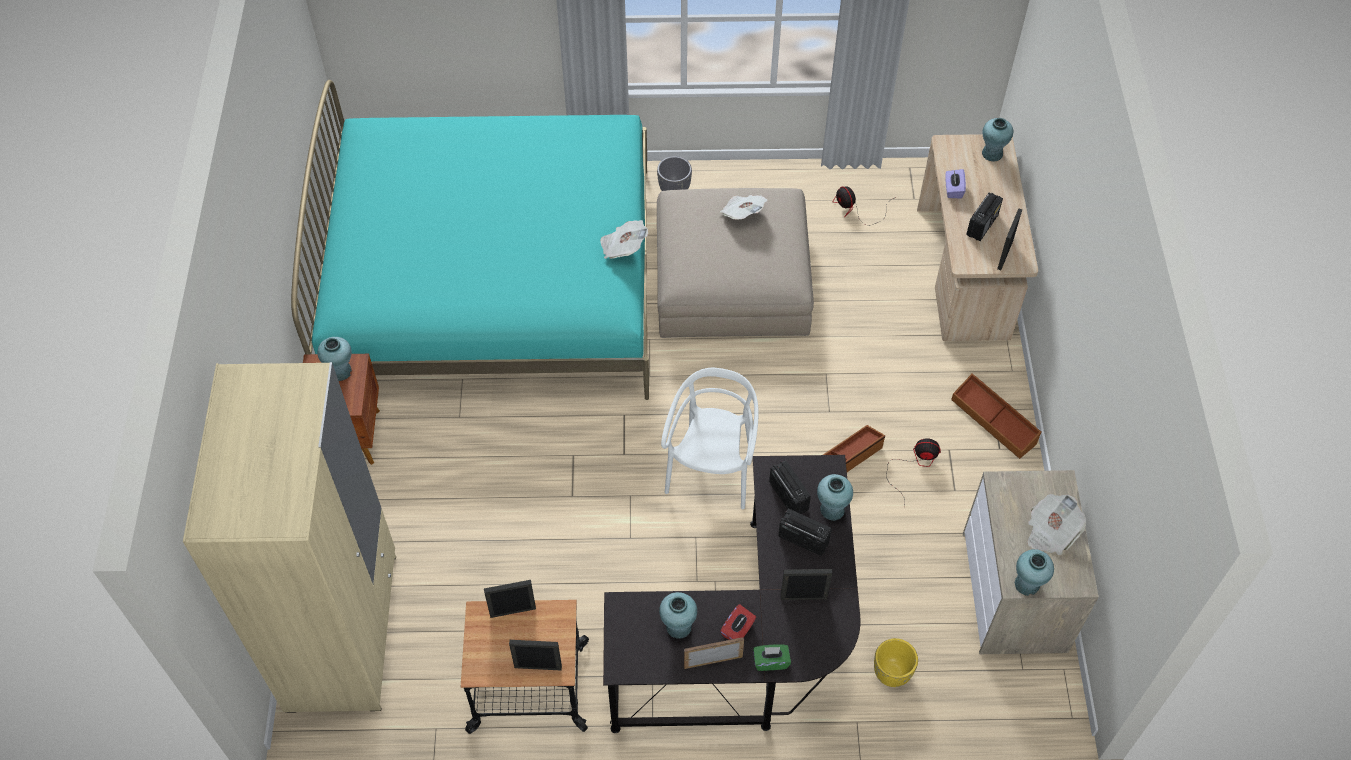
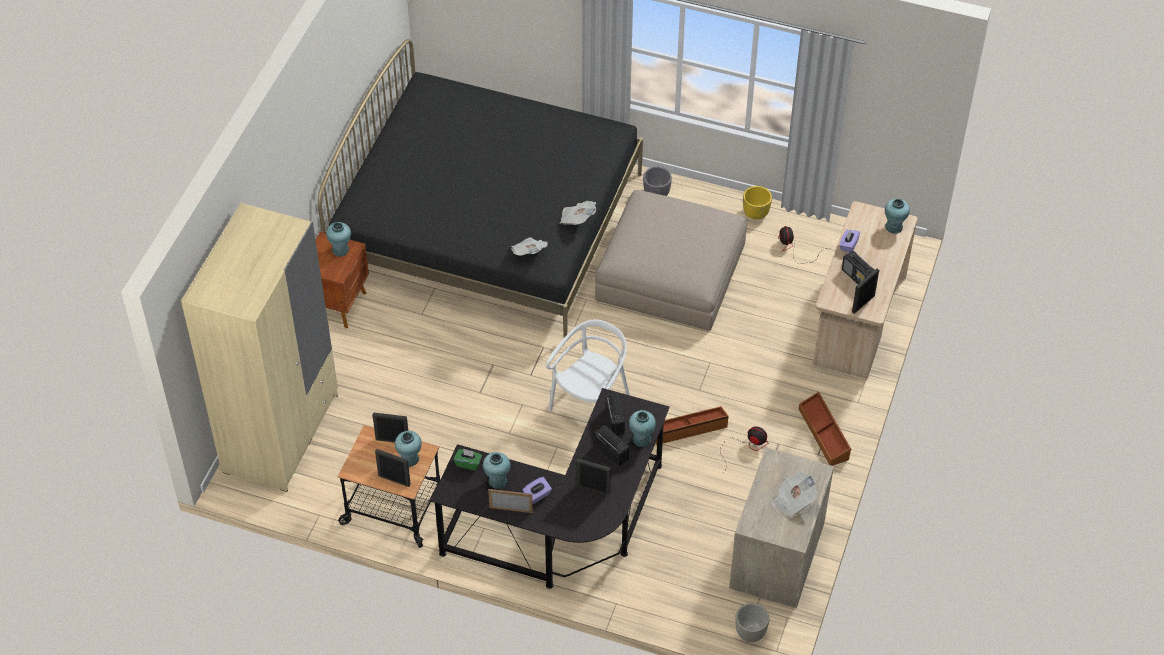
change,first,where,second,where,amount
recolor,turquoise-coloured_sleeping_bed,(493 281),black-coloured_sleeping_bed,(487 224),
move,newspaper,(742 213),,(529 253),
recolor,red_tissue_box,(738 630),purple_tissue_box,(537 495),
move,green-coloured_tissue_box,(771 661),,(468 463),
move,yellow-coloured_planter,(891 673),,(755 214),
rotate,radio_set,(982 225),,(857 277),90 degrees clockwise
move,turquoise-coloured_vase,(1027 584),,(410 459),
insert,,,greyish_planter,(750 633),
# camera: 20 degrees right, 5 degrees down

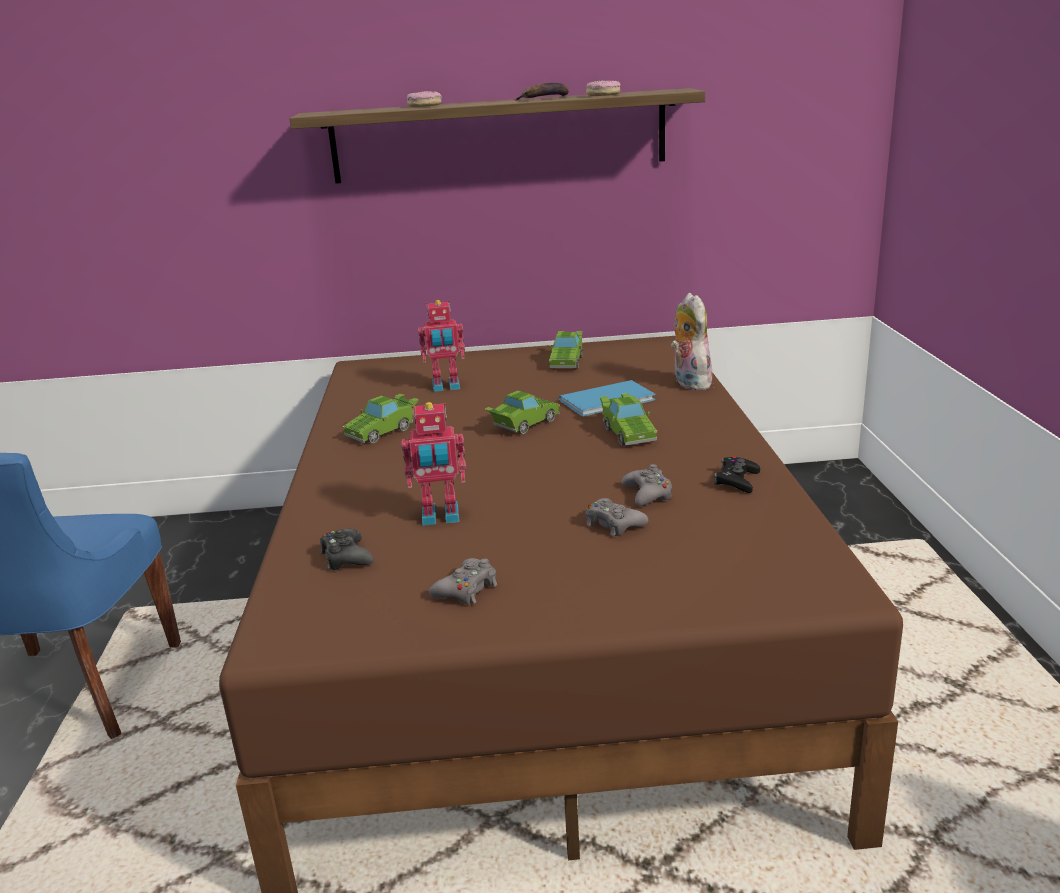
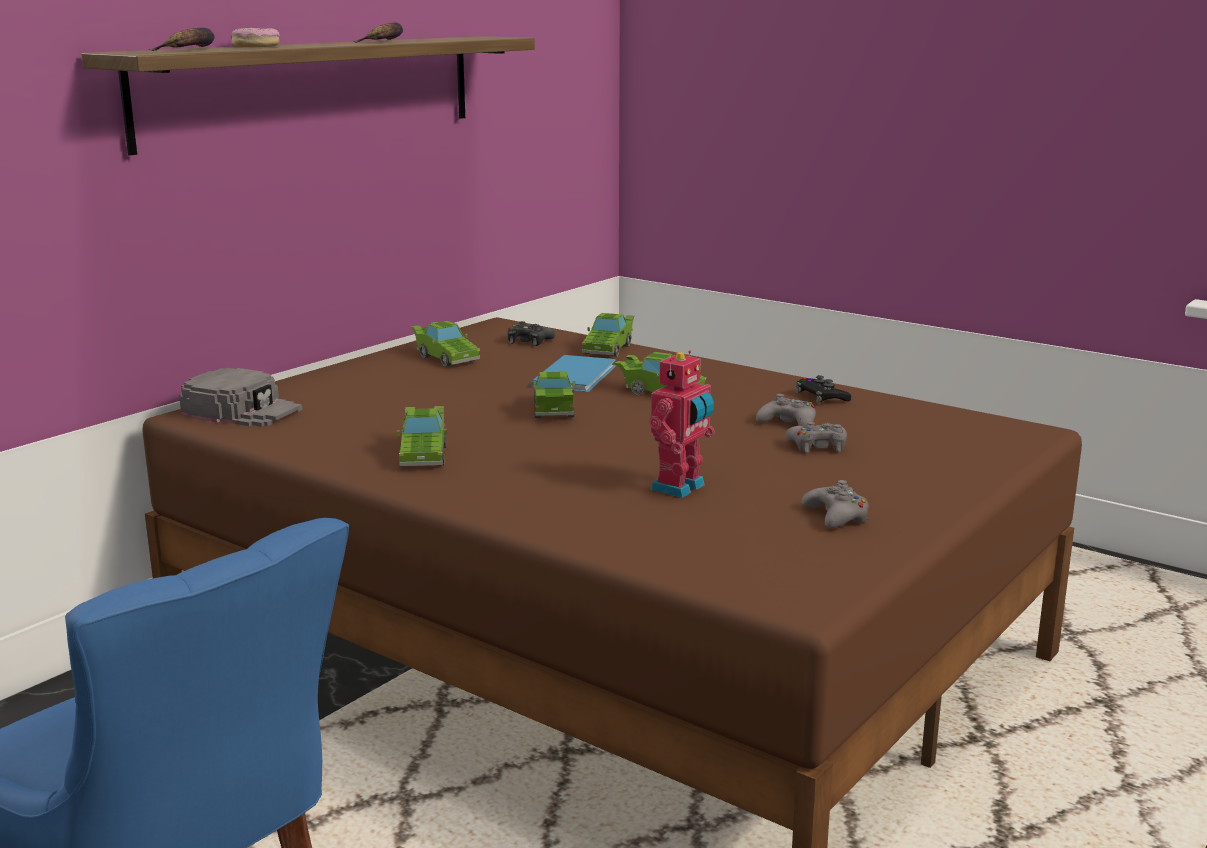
change,first,where,second,where,amount
move,black-coloured_joypad,(346 557),,(529 341),
delete,robot_figure,(446 387),,,
delete,donut,(603 95),,,
replace,soft_toy,(688 383),green-coloured_model_car,(609 348),
insert,,,banana,(190 49),
insert,,,greyish_cap,(243 410),
# camera: 50 degrees left, 5 degrees down

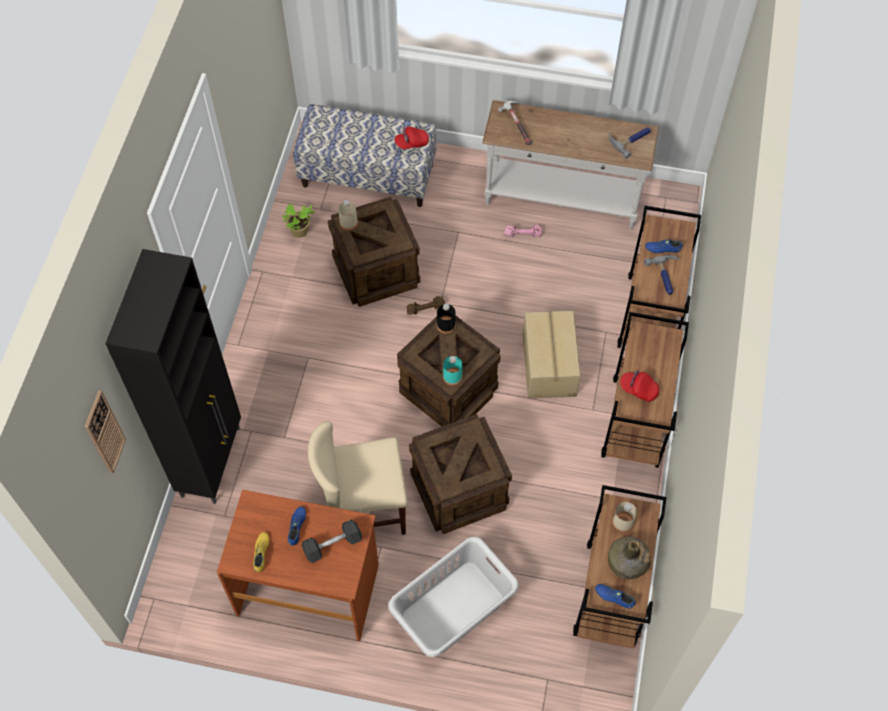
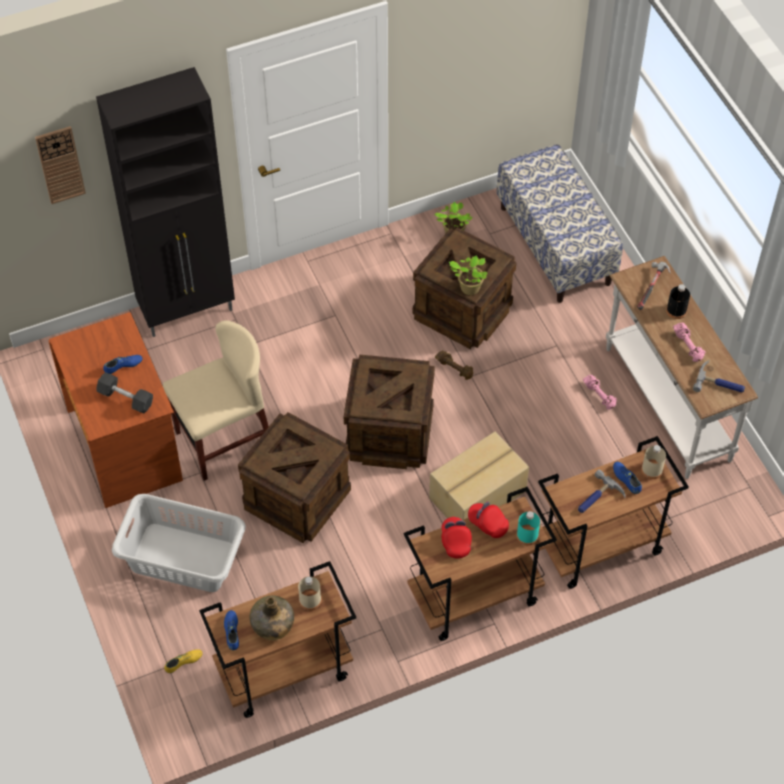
change,first,where,second,where,amount
move,yellow-coloured_item_of_footwear,(261 553),,(183 663),
rotate,beige_plain_chair,(363 510),,(224 440),105 degrees clockwise
move,beige_bottle,(348 223),,(652 470),
move,red_cap,(411 143),,(488 524),
move,black-coloured_bottle,(446 325),,(676 310),
move,turquoise-coloured_bottle,(452 377),,(527 535),
insert,,,houseplant,(468 288),
insert,,,pinkish_hand_weight,(688 346),
# camera: 55 degrees right, 5 degrees down

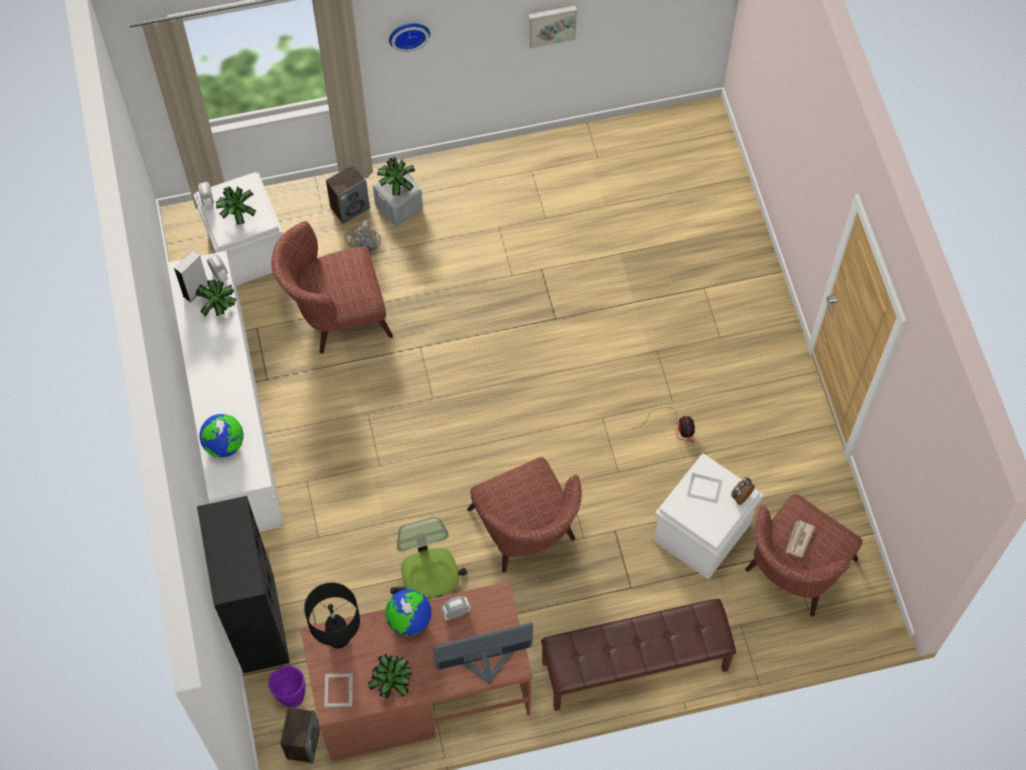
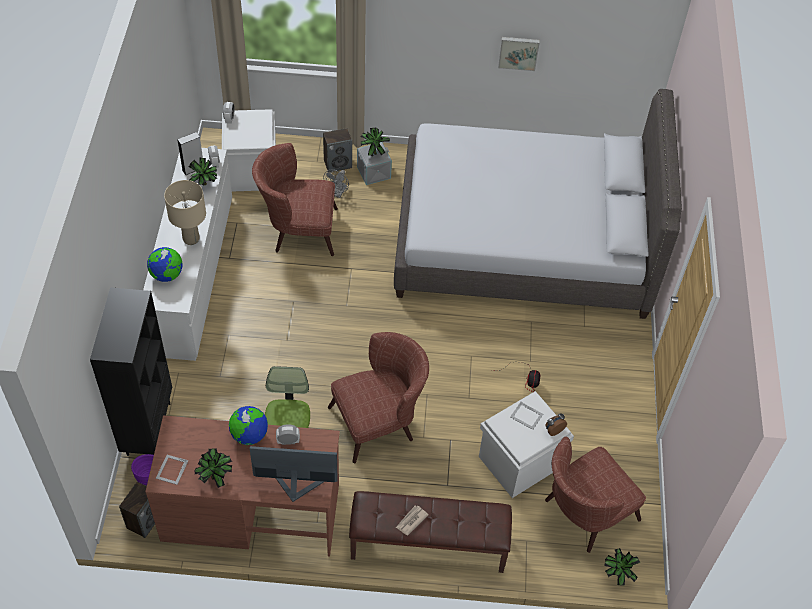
change,first,where,second,where,amount
move,houseplant,(237 215),,(617 574),
delete,black-coloured_table_lamp,(339 638),,,
delete,clock_on_the_wall,(408 33),,,
rotate,brown-coloured_lounge_chair,(526 534),,(380 421),105 degrees counterclockwise
move,newspaper,(799 539),,(411 521),
insert,,,beige_table_lamp,(191 239),
insert,,,greyish_sleeping_bed,(523 240),
# camera: 15 degrees right, 10 degrees down

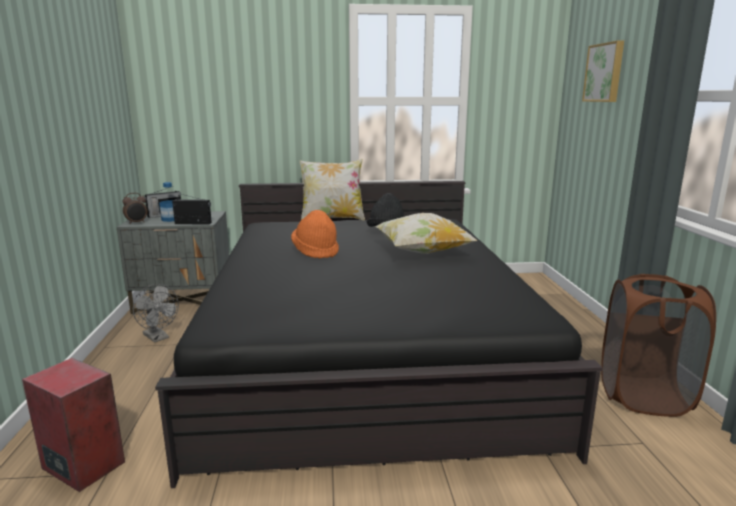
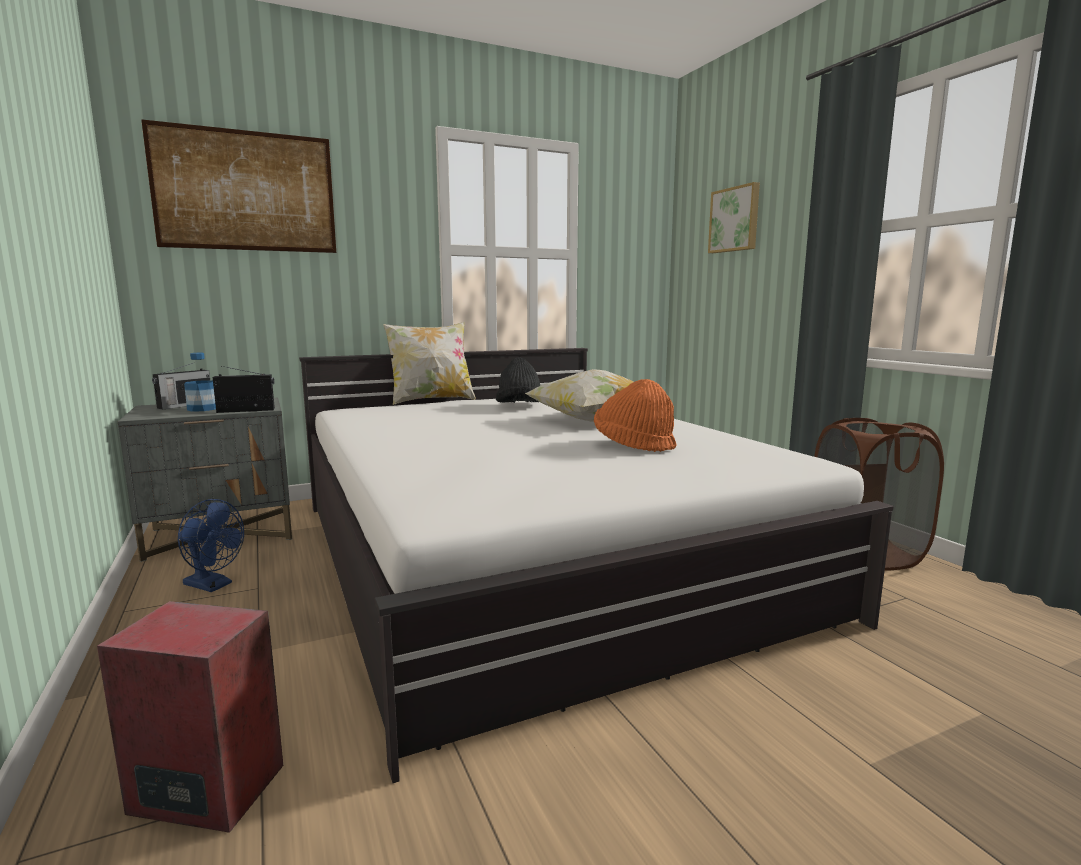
change,first,where,second,where,amount
delete,bedside_clock,(137 223),,,
recolor,greyish_cooling_fan,(158 338),bluish_cooling_fan,(213 585),
recolor,black-coloured_sleeping_bed,(365 348),white-coloured_sleeping_bed,(530 554),
move,orange-coloured_wearable_hat,(316 251),,(633 445),
insert,,,wall_picture,(246 191),
# camera: 20 degrees left, 5 degrees down

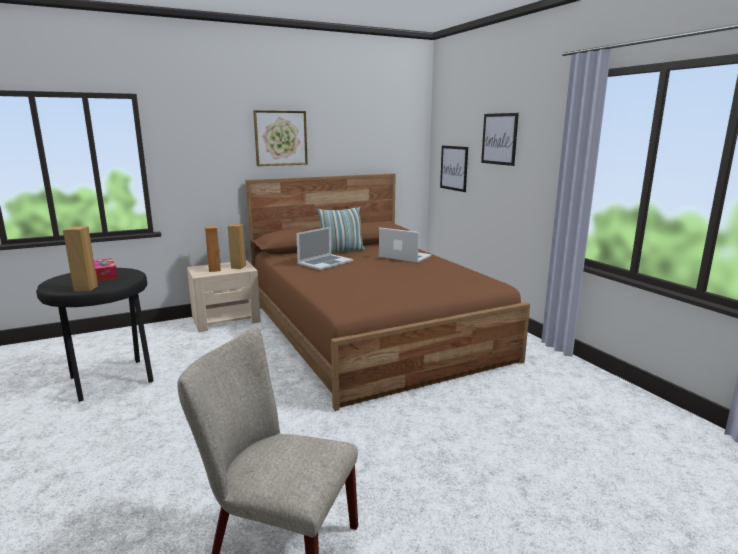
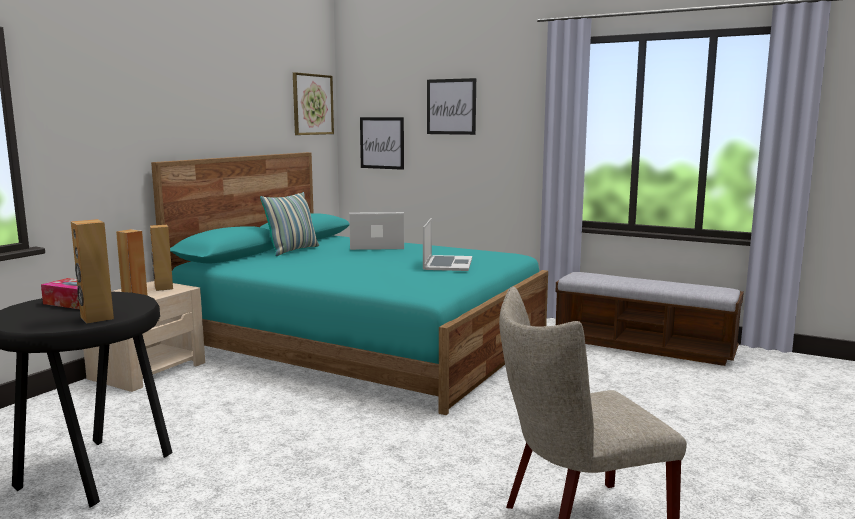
change,first,where,second,where,amount
recolor,brown-coloured_sleeping_bed,(371 331),turquoise-coloured_sleeping_bed,(362 342),
move,wall_picture,(280 138),,(312 104),
move,laptop,(325 262),,(447 264),
insert,,,indoor_bench,(643 346),
# camera: 35 degrees left, 5 degrees down

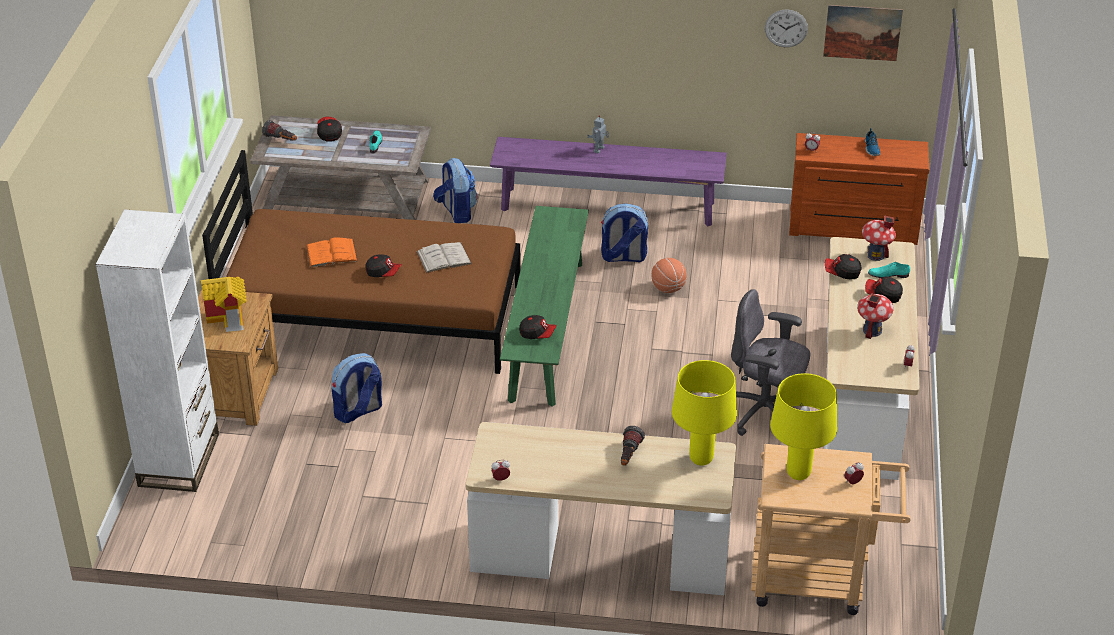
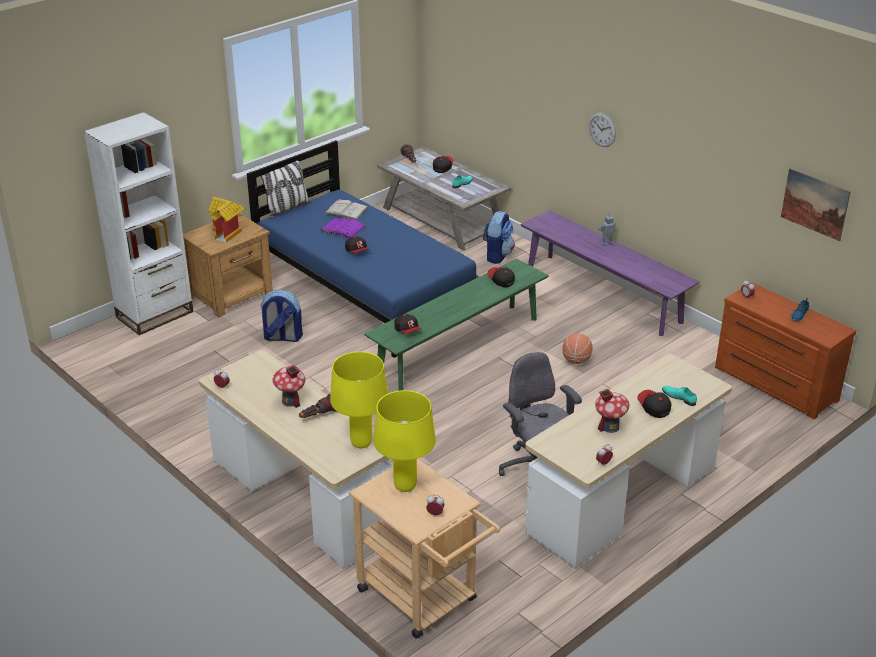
change,first,where,second,where,amount
recolor,brown-coloured_sleeping_bed,(372 316),bluish_sleeping_bed,(365 290),
recolor,orange-coloured_bound_book,(331 253),purple_bound_book,(343 228),
move,white-coloured_bound_book,(444 258),,(346 210),
delete,rucksack,(623 257),,,
move,clock_on_the_wall,(786 28),,(602 129),
move,cap,(842 273),,(501 281),
move,toy_house,(875 255),,(290 401),
insert,,,throw_pillow,(287 208),
# camera: 40 degrees right, 5 degrees down

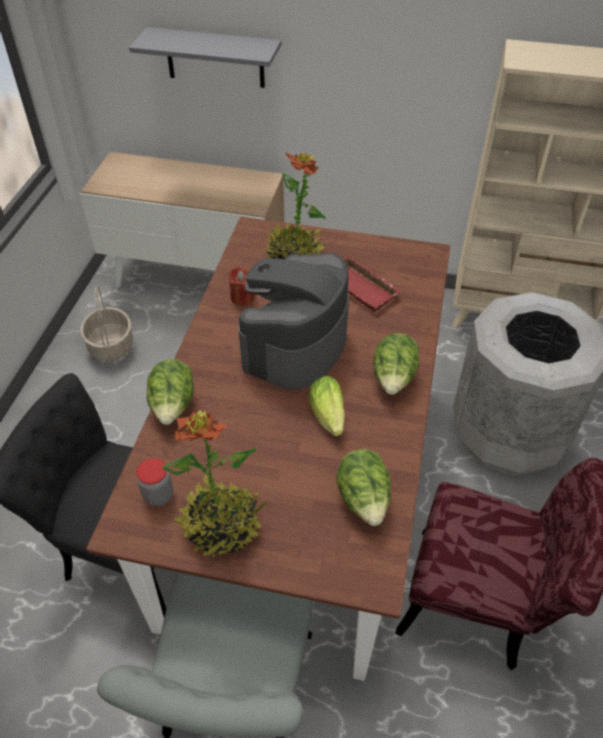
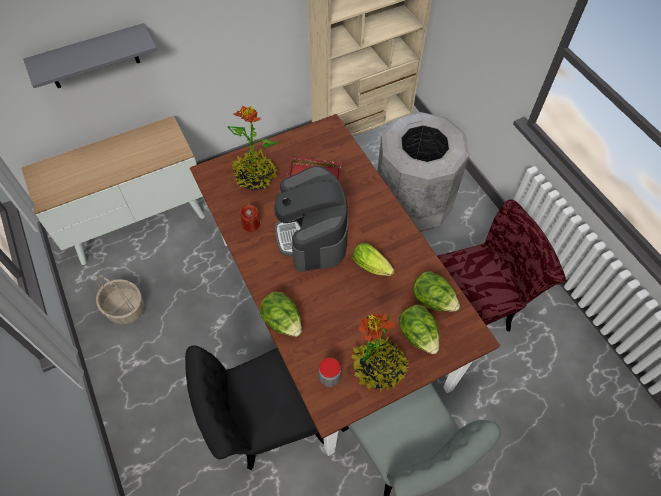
change,first,where,second,where,amount
move,lettuce,(394 379),,(418 335),
# camera: 40 degrees left, 10 degrees up

